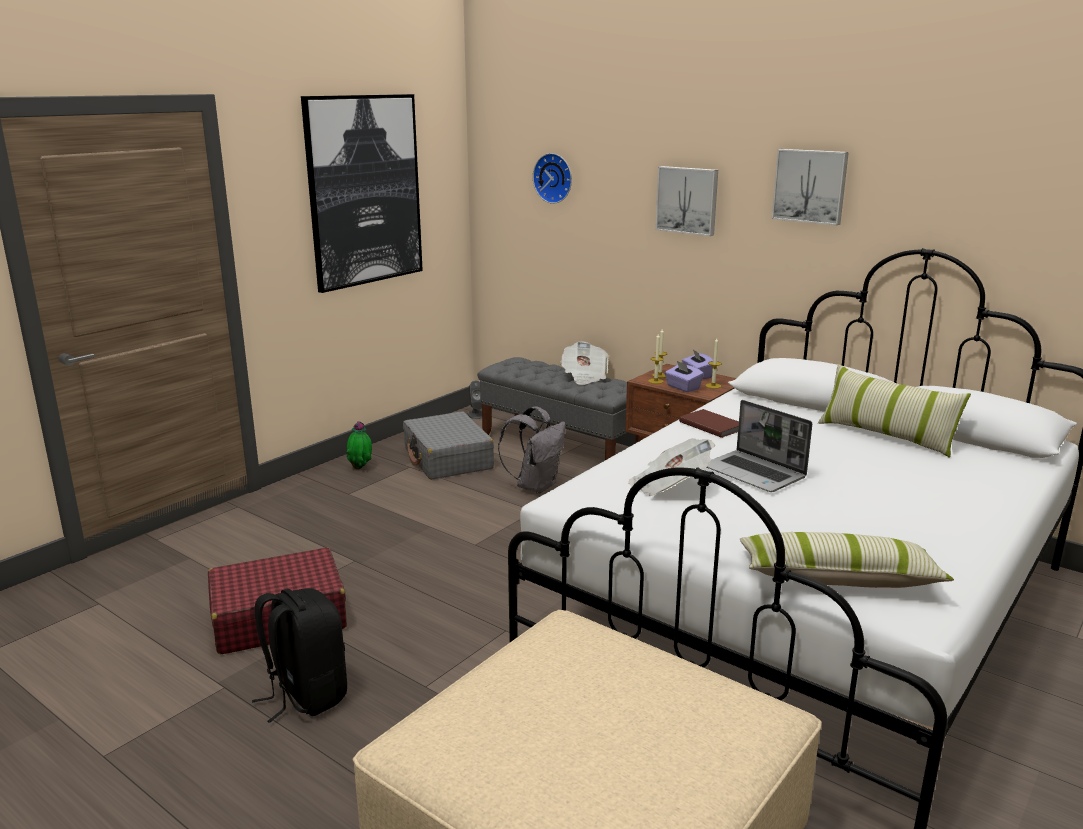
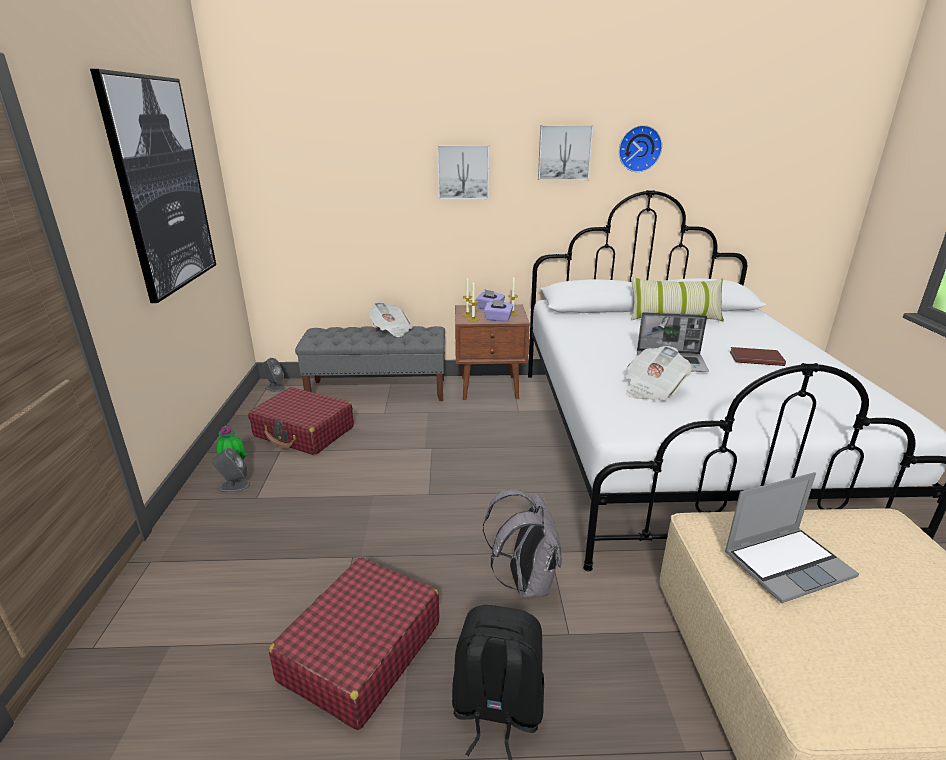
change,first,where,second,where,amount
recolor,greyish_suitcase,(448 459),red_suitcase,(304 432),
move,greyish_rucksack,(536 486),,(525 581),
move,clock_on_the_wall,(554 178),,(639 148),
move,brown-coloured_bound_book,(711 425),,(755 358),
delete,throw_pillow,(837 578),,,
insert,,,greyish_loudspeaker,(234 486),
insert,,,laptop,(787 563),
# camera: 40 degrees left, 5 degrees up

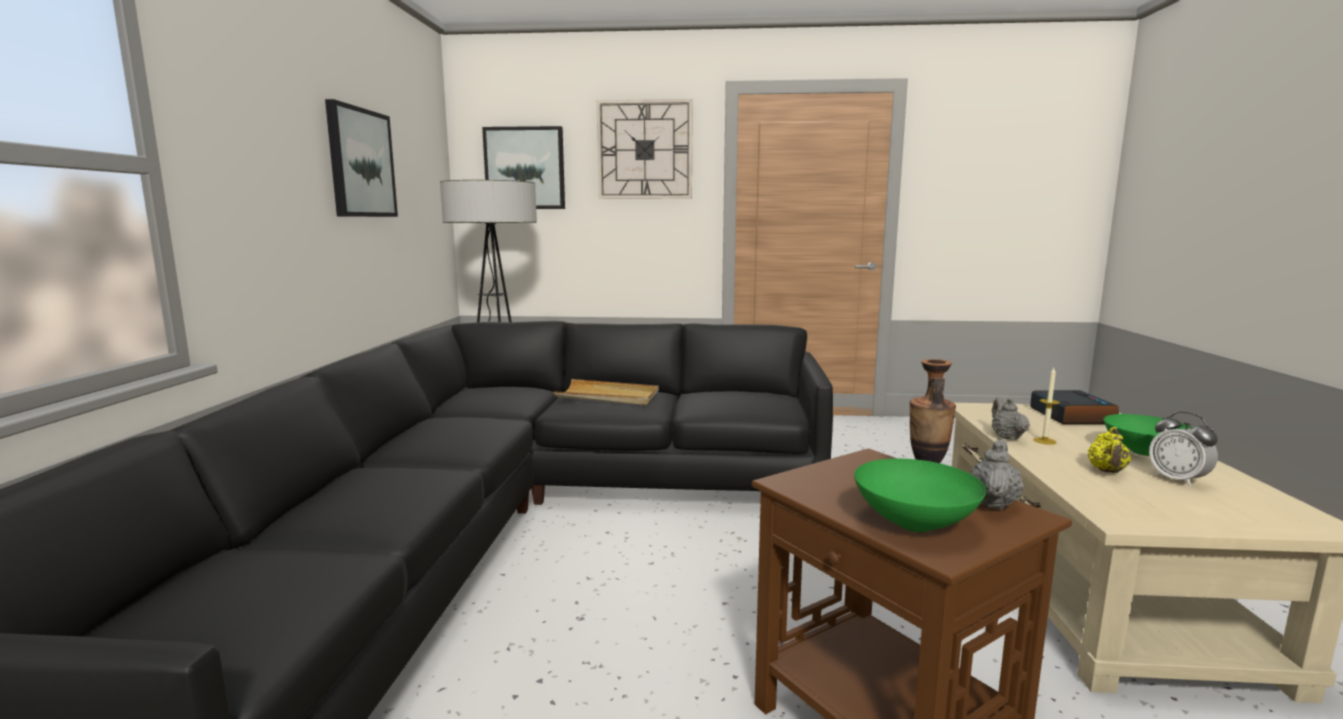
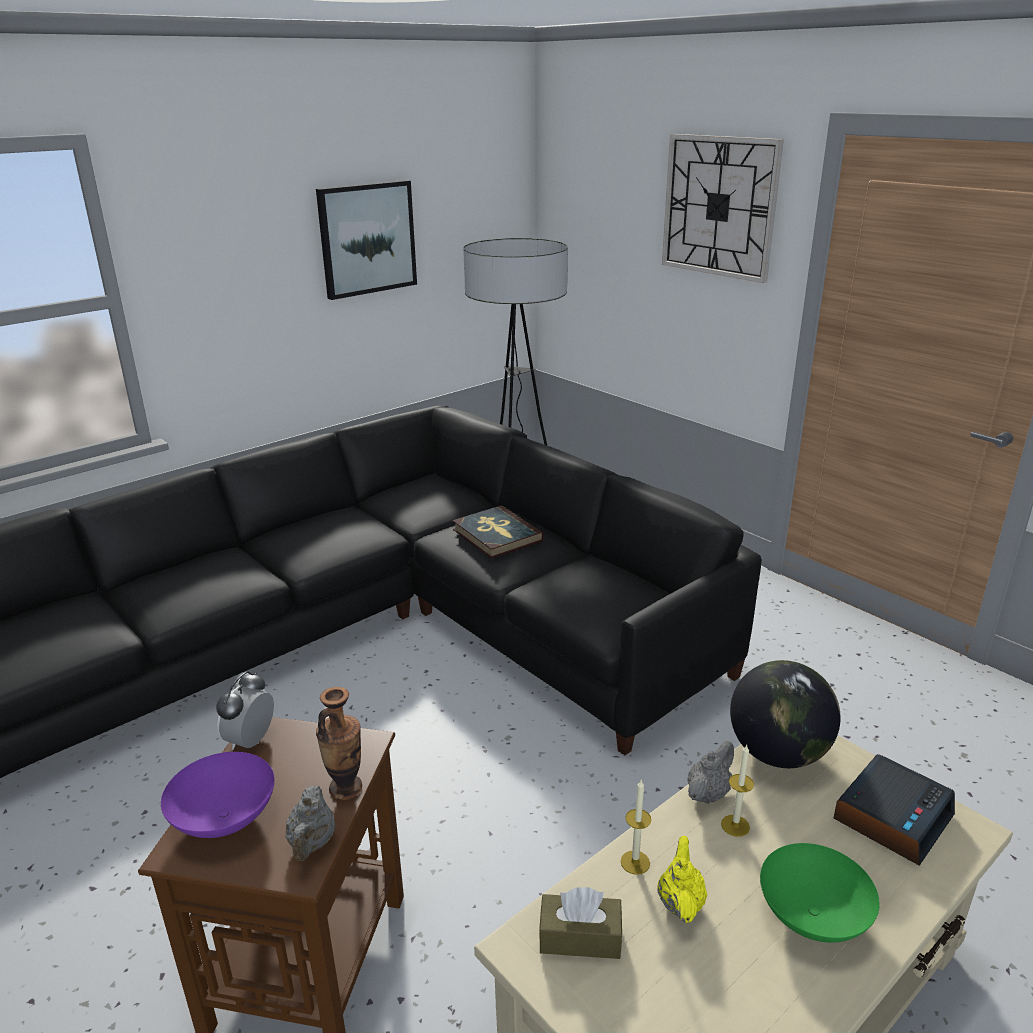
change,first,where,second,where,amount
delete,wall_picture,(525 168),,,
replace,beige_serving_tray,(608 396),bound_book,(496 535),
recolor,green-coloured_serving_bowl,(912 523),purple_serving_bowl,(224 818),
rotate,greyish_teapot,(993 503),,(312 844),105 degrees clockwise
rotate,yellow-coloured_teapot,(1107 471),,(680 902),120 degrees clockwise
move,bedside_clock,(1178 480),,(251 741),
insert,,,brown-coloured_tissue_box,(580 937),
insert,,,wax_light,(635 862),
insert,,,globe,(778 754),
# camera: 45 degrees right, 15 degrees up

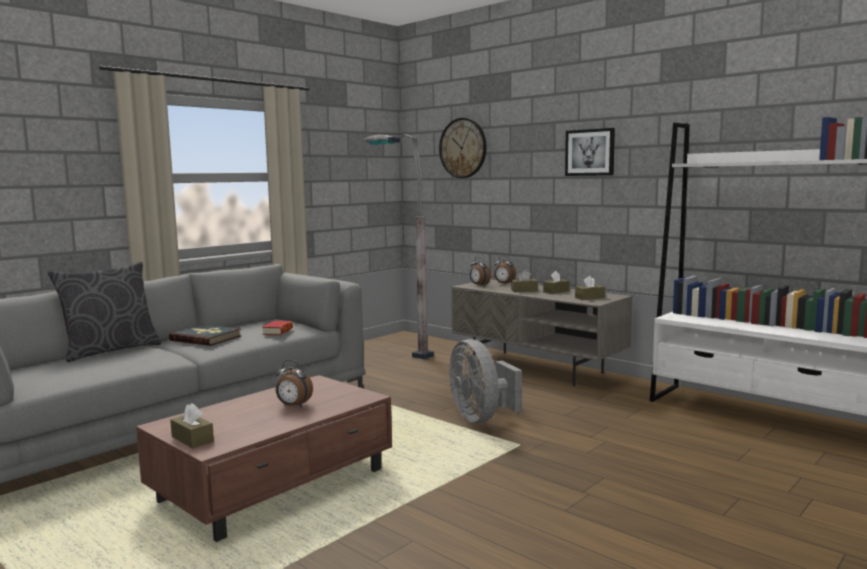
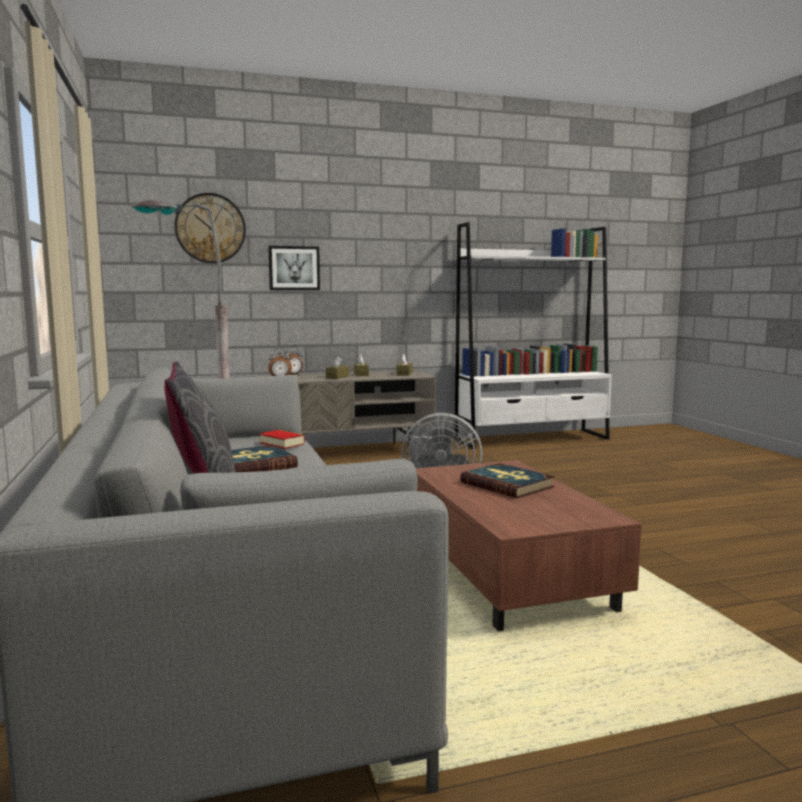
change,first,where,second,where,amount
delete,brown-coloured_tissue_box,(192 439),,,
replace,bedside_clock,(293 406),bound_book,(507 484),
move,wall_picture,(590 152),,(294 268),
# camera: 60 degrees left, 0 degrees up

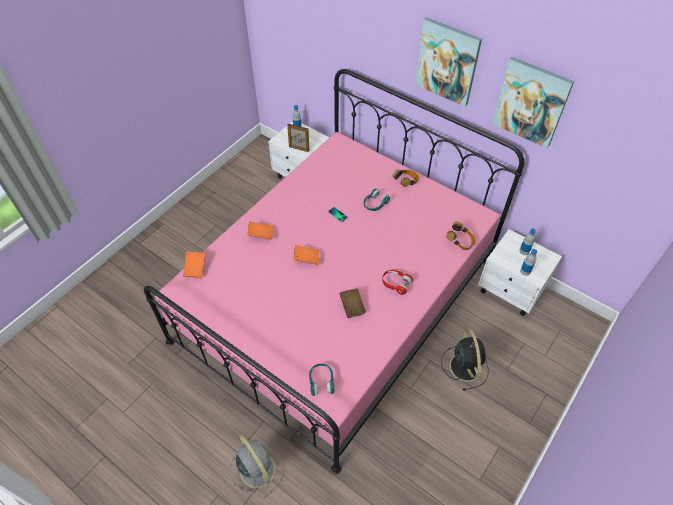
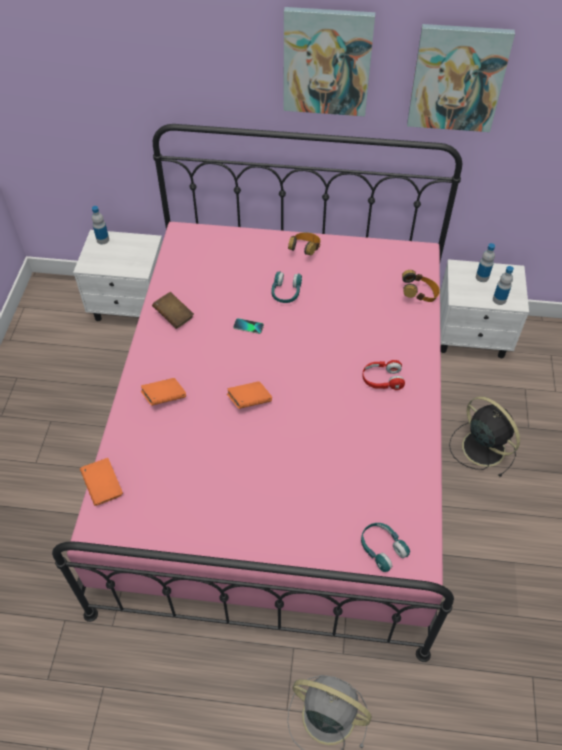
change,first,where,second,where,amount
delete,picture_frame,(299 149),,,
move,brown-coloured_bound_book,(352 307),,(174 316),
# camera: 30 degrees left, 0 degrees up

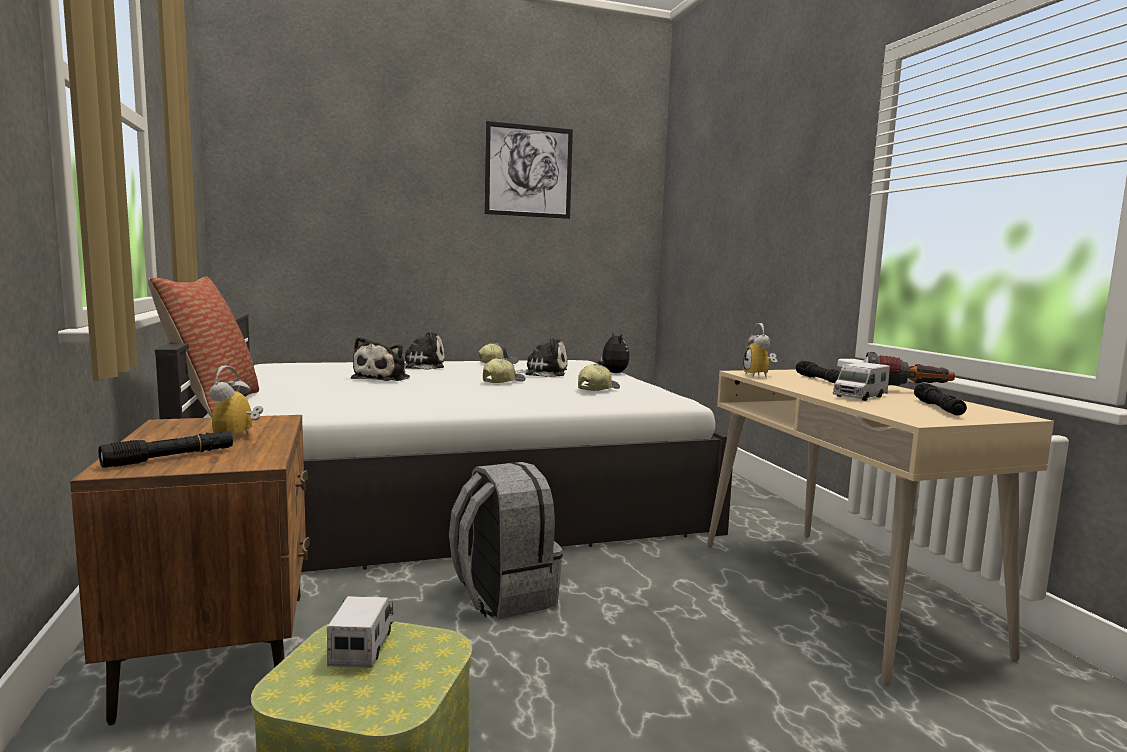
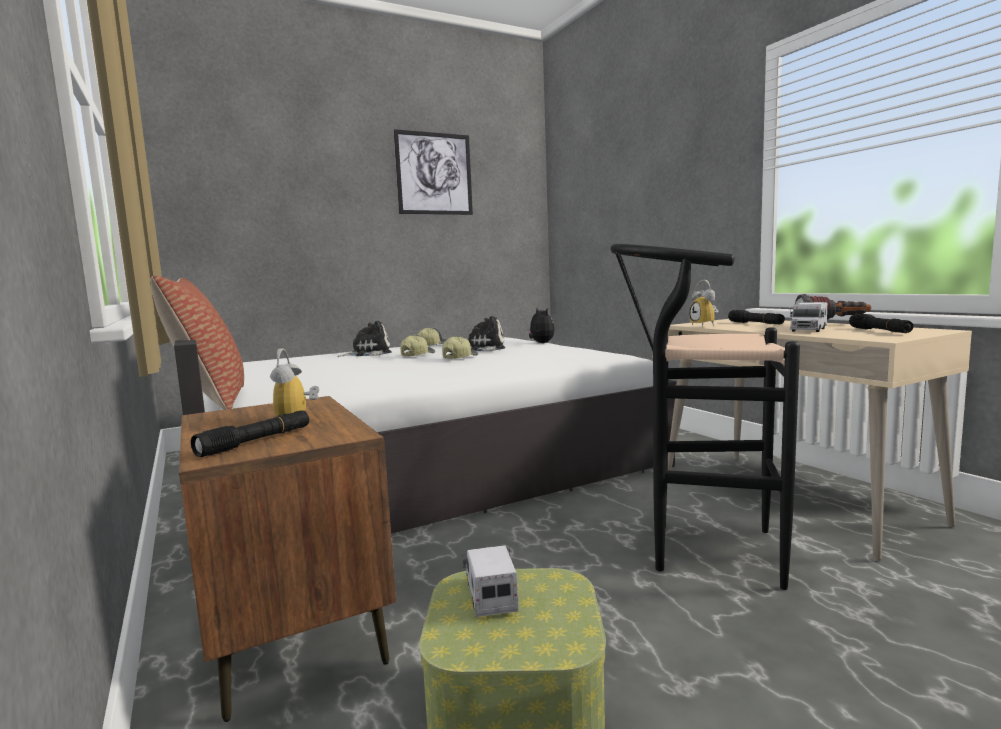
change,first,where,second,where,amount
delete,soft_toy,(383 378),,,
delete,greyish_rucksack,(503 595),,,
move,cap,(597 389),,(417 355),
insert,,,black-coloured_sitting_stool,(700 550),
# camera: 10 degrees left, 0 degrees up

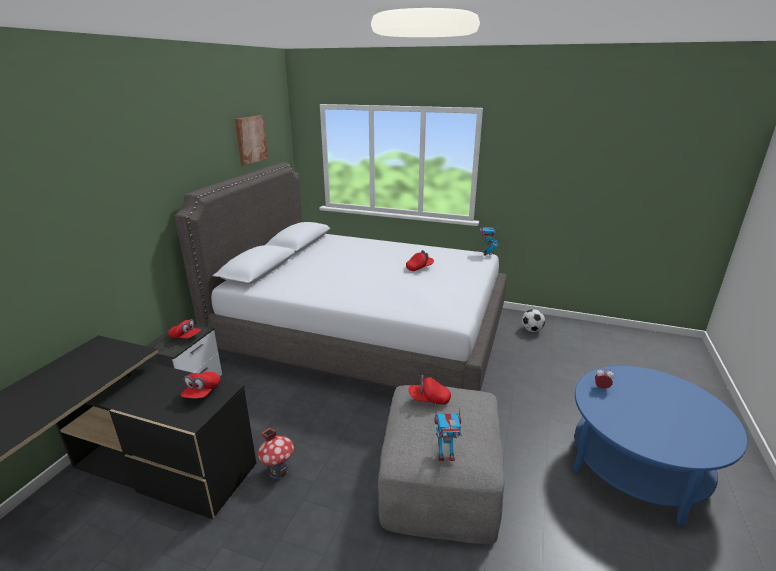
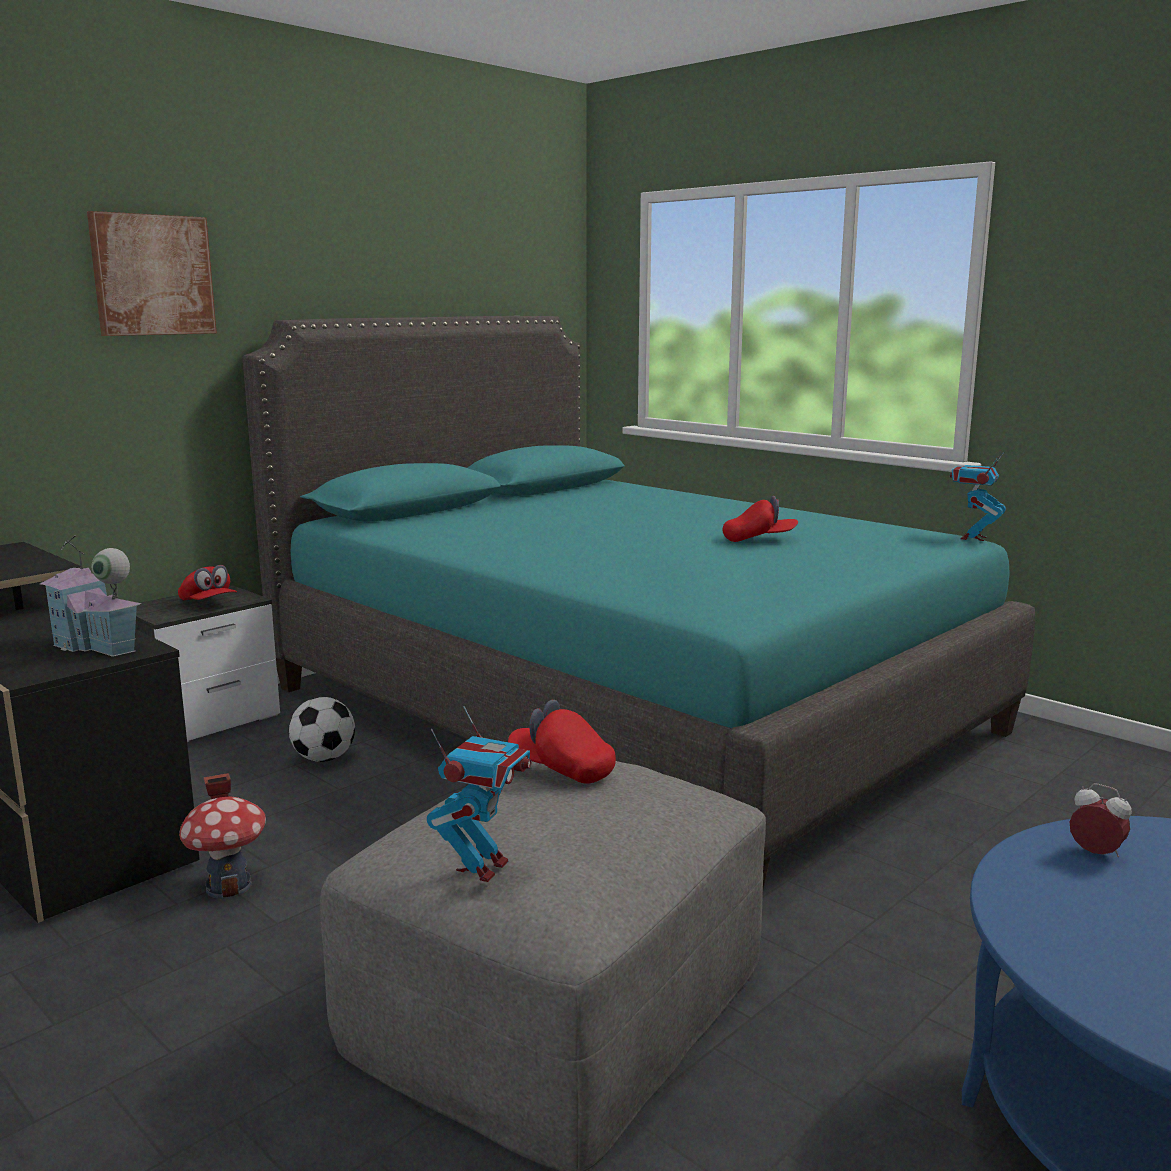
change,first,where,second,where,amount
recolor,greyish_sleeping_bed,(364 337),turquoise-coloured_sleeping_bed,(624 710),
replace,red_cap,(202 392),toy_house,(96 646),
move,wall_picture,(251 139),,(152 275),
rotate,robot_figure,(446 455),,(482 867),90 degrees counterclockwise
move,football,(531 330),,(324 758),
# camera: 25 degrees right, 10 degrees down

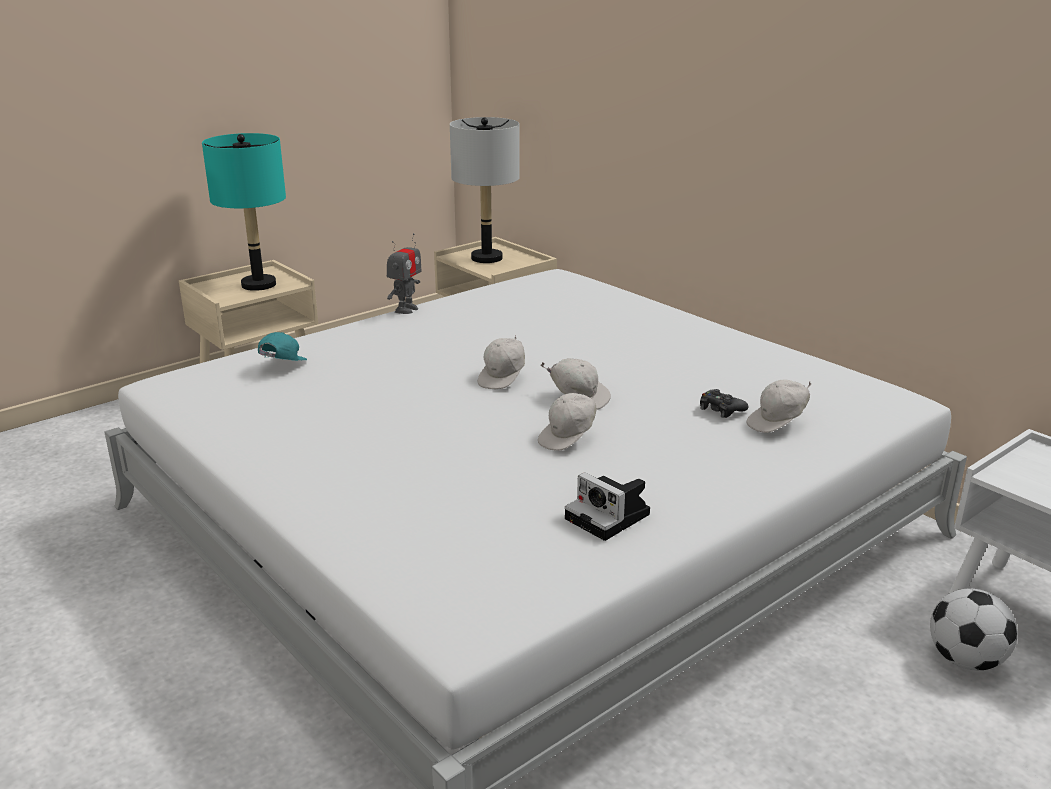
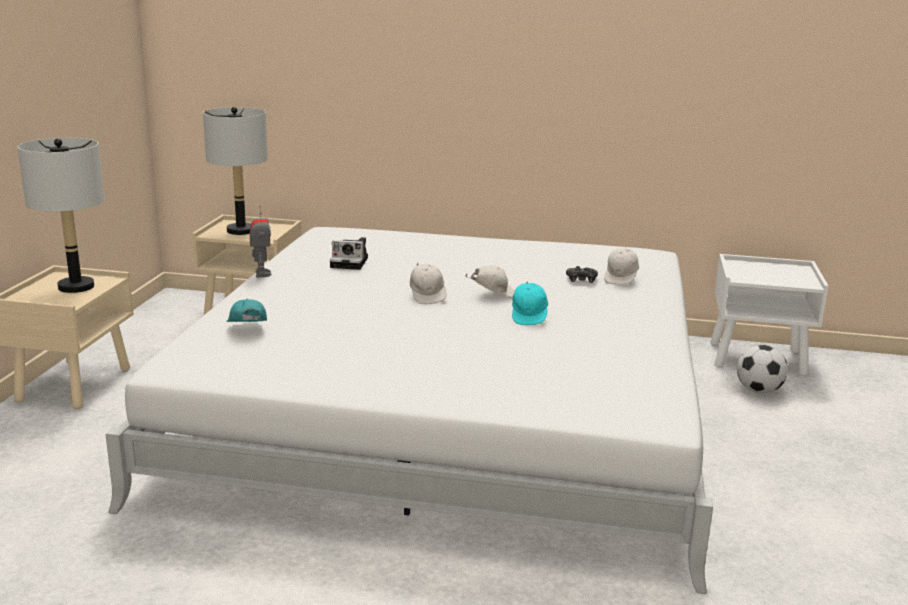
change,first,where,second,where,amount
recolor,turquoise-coloured_table_lamp,(258 285),greyish_table_lamp,(76 287),
recolor,white-coloured_cap,(569 438),turquoise-coloured_cap,(529 316),
move,photo_camera,(610 517),,(351 262),
# camera: 40 degrees left, 5 degrees down

